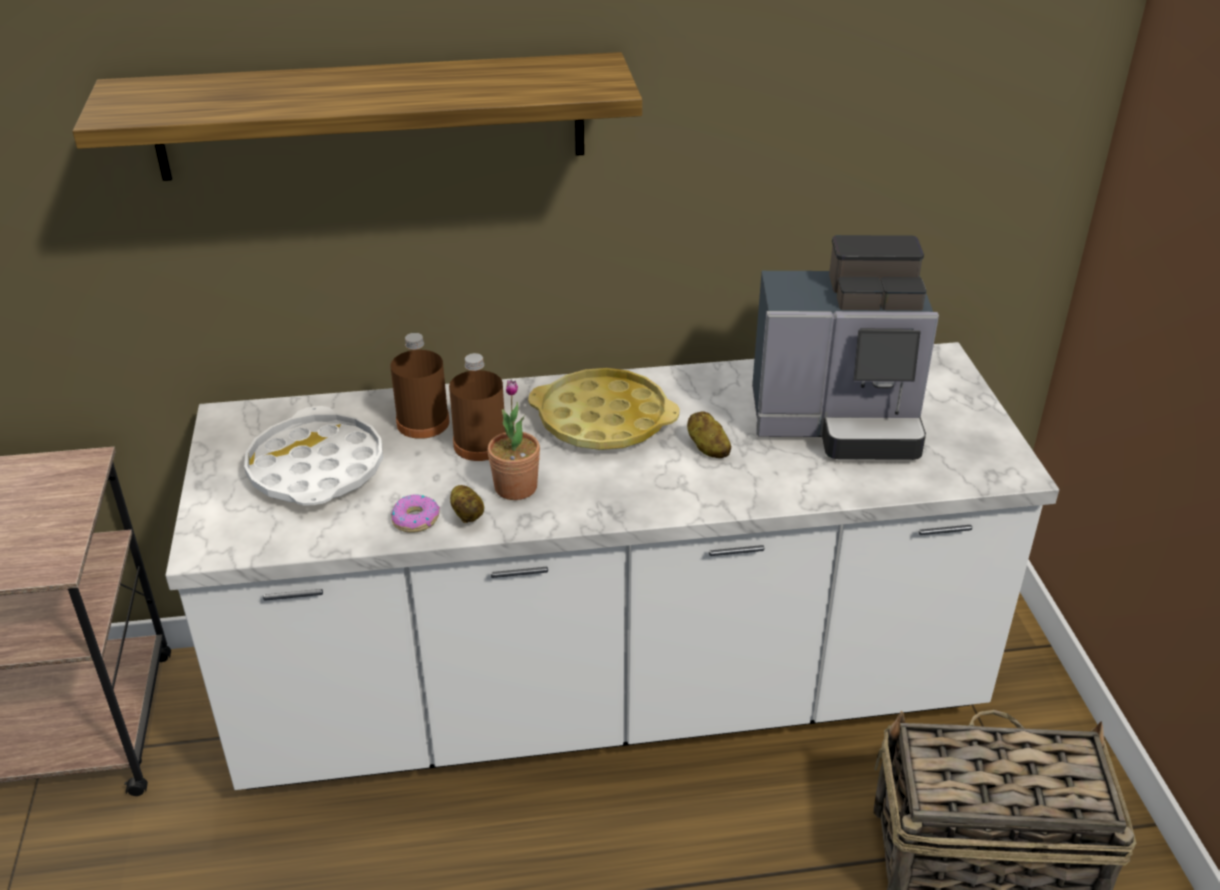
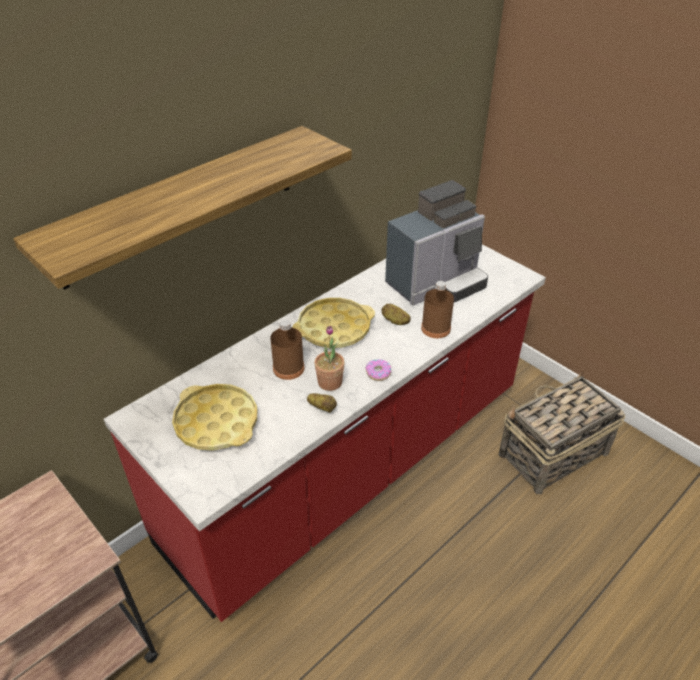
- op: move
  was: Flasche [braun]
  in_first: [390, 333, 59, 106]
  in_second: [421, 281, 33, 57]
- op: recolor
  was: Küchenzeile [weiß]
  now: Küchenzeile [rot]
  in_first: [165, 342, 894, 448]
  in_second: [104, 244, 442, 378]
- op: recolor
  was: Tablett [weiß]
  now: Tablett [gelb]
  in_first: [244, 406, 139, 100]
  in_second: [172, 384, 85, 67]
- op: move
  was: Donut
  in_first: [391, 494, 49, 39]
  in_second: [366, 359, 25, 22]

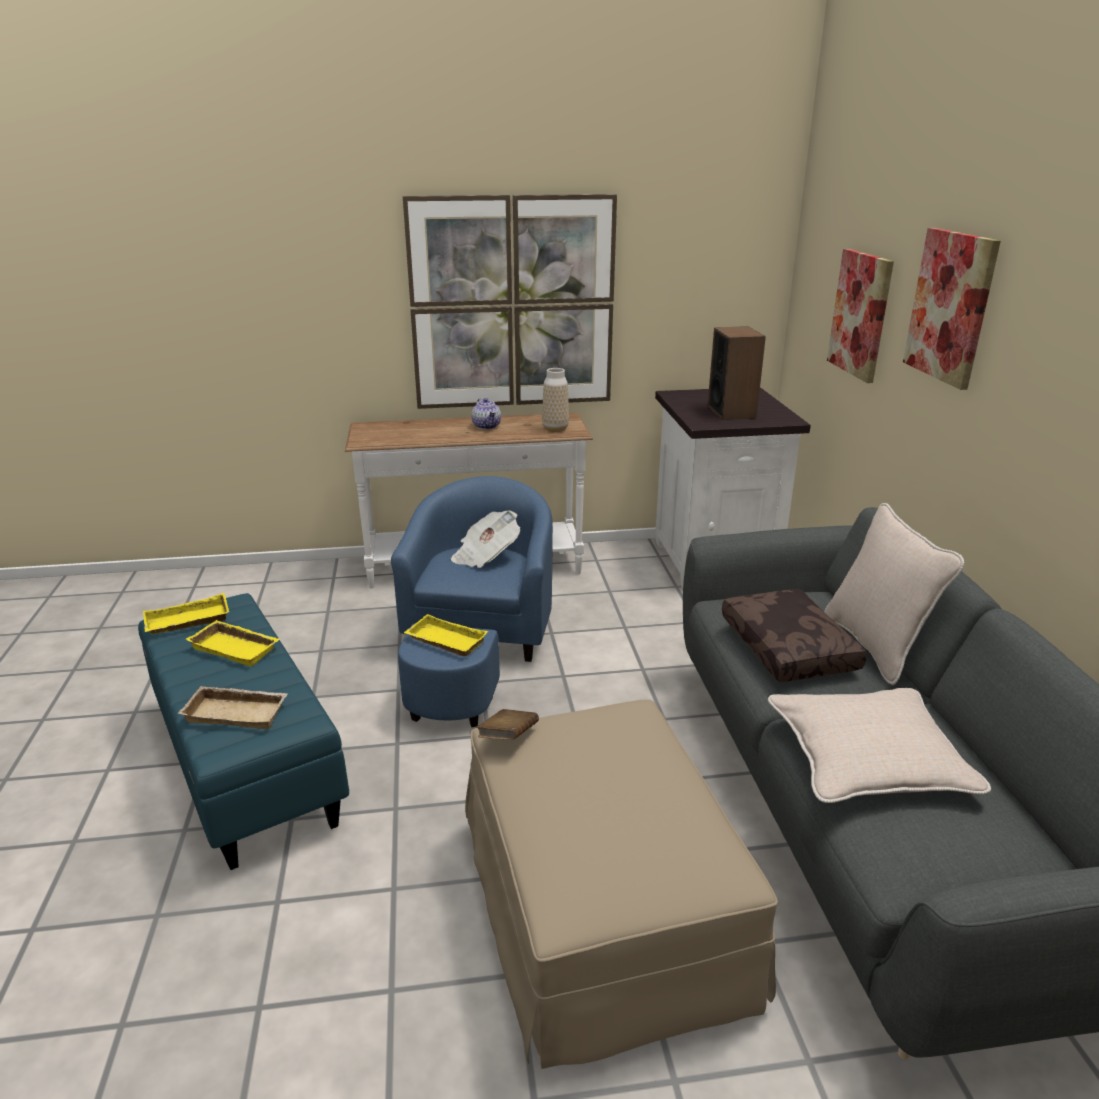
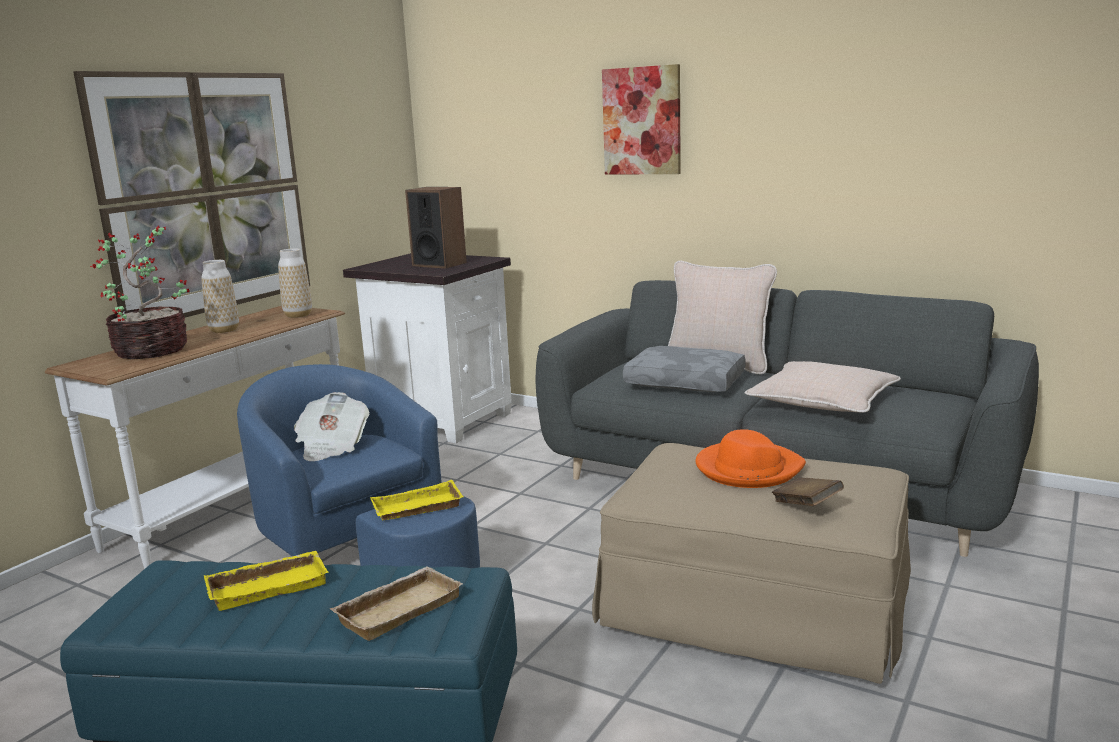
- op: delete
  was: Bild
  in_first: [827, 249, 67, 134]
- op: replace
  was: Teekanne
  now: Vase
  in_first: [471, 398, 30, 31]
  in_second: [201, 260, 38, 73]
- op: recolor
  was: Kissen [braun]
  now: Kissen [grau]
  in_first: [722, 589, 145, 93]
  in_second: [623, 346, 123, 46]
- op: delete
  was: Tablett [gelb]
  in_first: [143, 593, 86, 41]
- op: move
  was: Buch [braun]
  in_first: [477, 709, 62, 31]
  in_second: [772, 477, 72, 29]
- op: insert
  now: Topfpflanze
  in_second: [90, 226, 99, 133]
- op: insert
  now: Hut [orange]
  in_second: [696, 429, 110, 59]

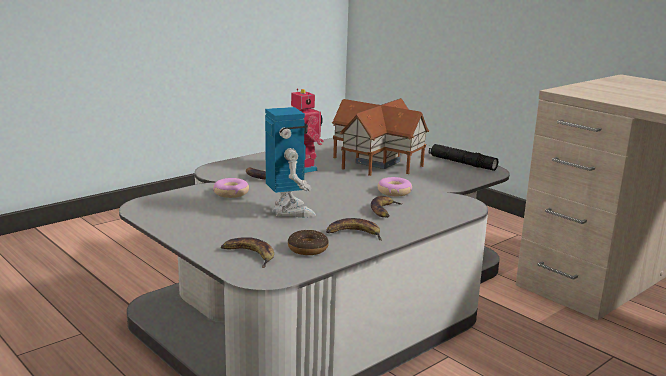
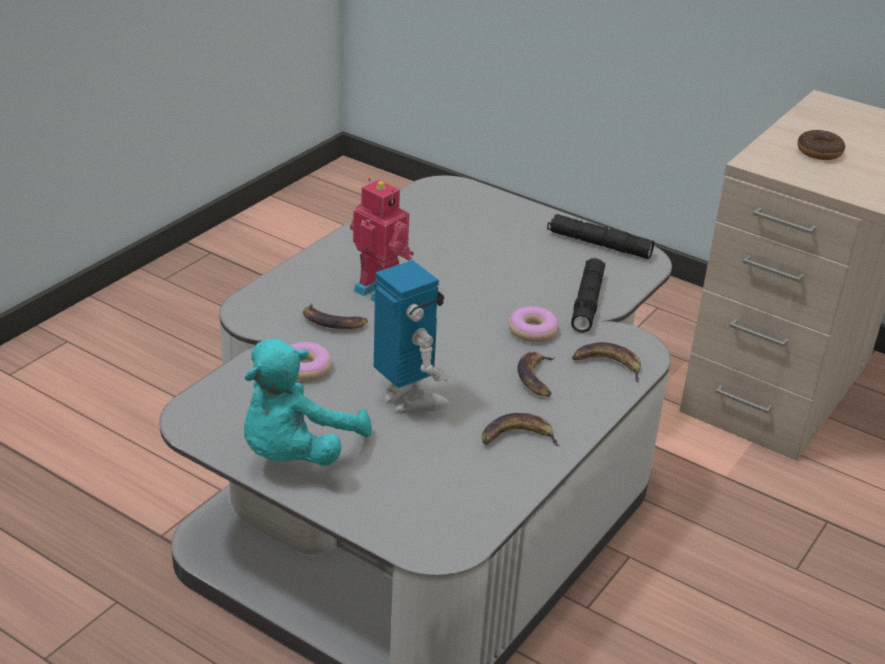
- op: delete
  was: Spielzeughaus
  in_first: [332, 98, 97, 78]
- op: move
  was: Donut
  in_first: [288, 230, 41, 25]
  in_second: [798, 130, 47, 30]
- op: move
  was: Banane
  in_first: [221, 237, 53, 31]
  in_second: [572, 342, 69, 40]
- op: insert
  now: Taschenlampe [schwarz]
  in_second: [571, 258, 34, 75]
- op: insert
  now: Plüschtier [türkis]
  in_second: [244, 339, 128, 127]

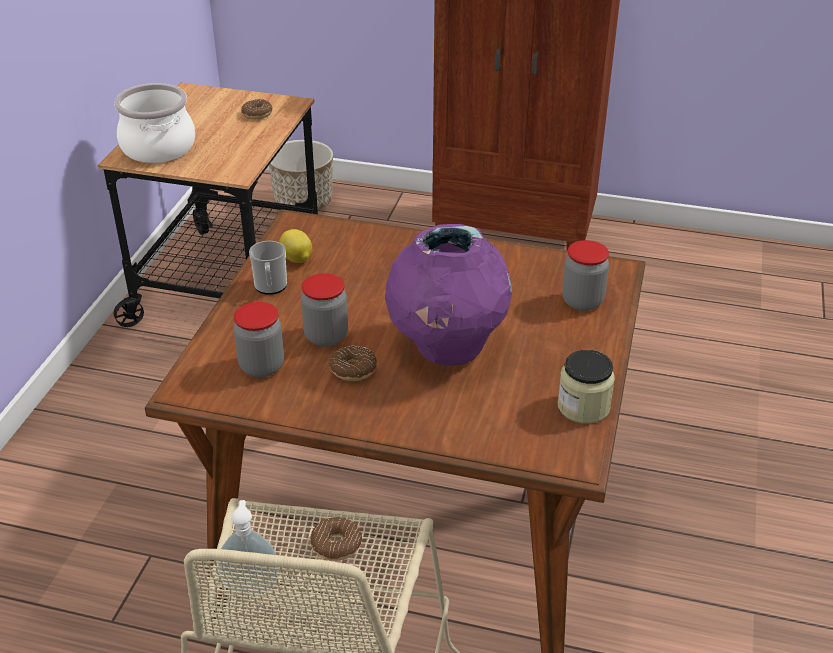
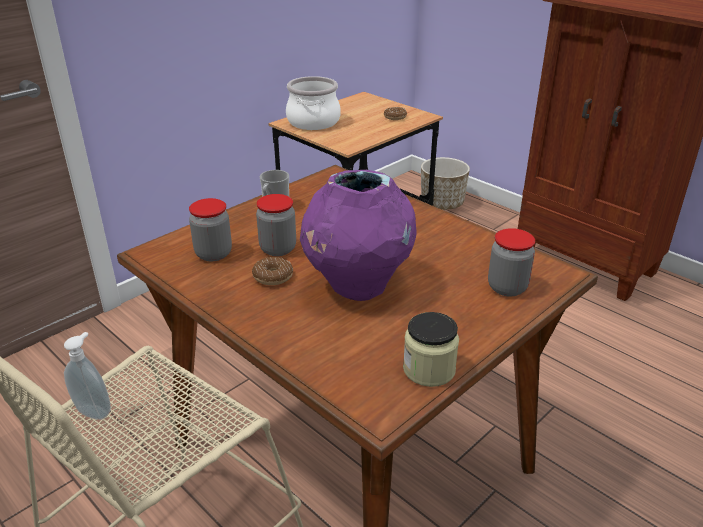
- op: delete
  was: Zitrone
  in_first: [279, 229, 33, 34]
- op: delete
  was: Donut
  in_first: [311, 517, 51, 44]

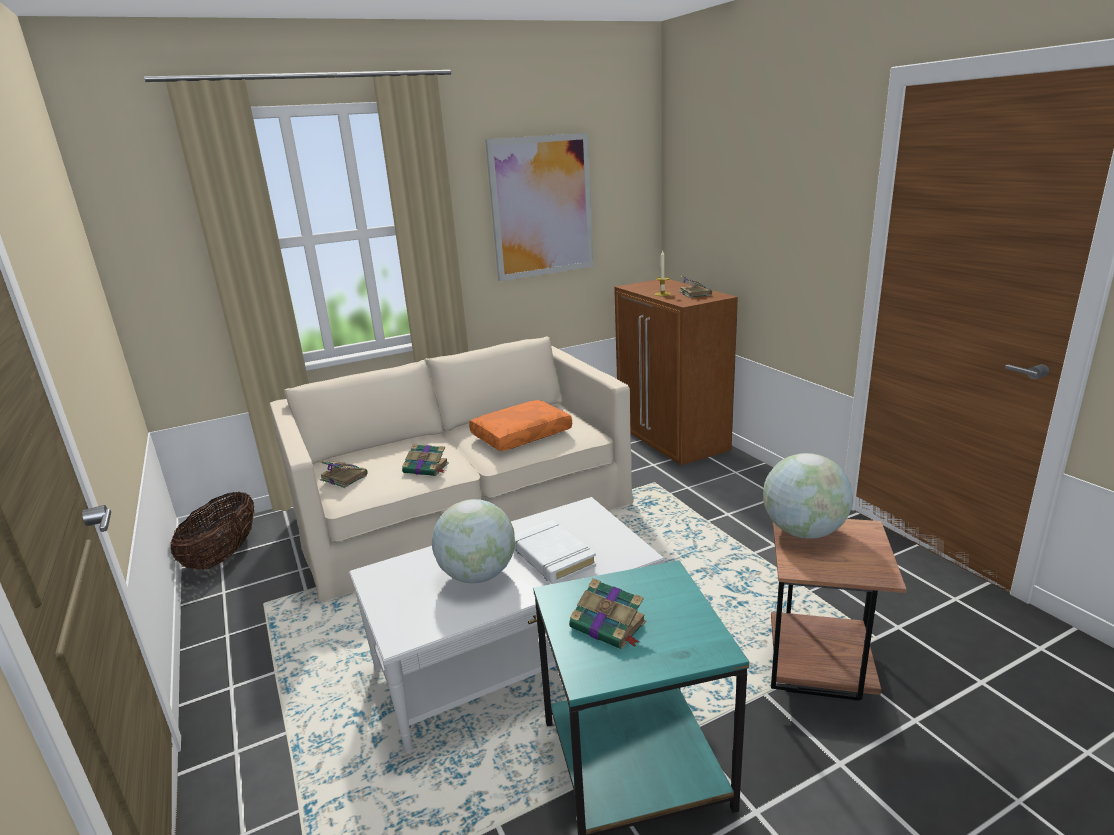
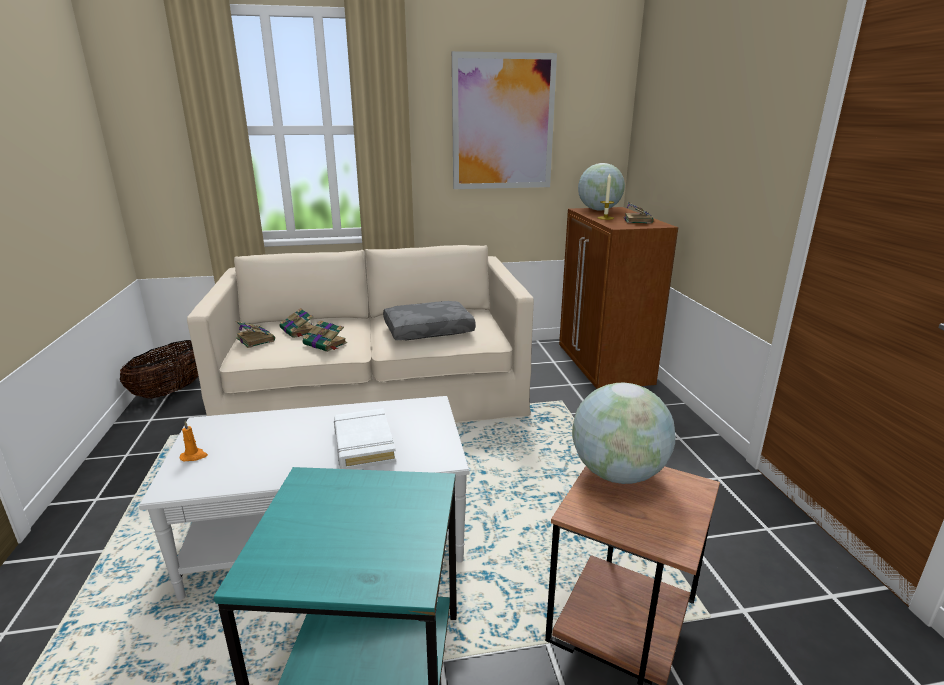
- op: recolor
  was: Kissen [orange]
  now: Kissen [grau]
  in_first: [469, 400, 103, 51]
  in_second: [383, 301, 93, 39]
- op: move
  was: Globus
  in_first: [432, 499, 83, 84]
  in_second: [578, 163, 47, 48]
- op: move
  was: Buch
  in_first: [569, 578, 77, 71]
  in_second: [280, 308, 34, 30]
- op: insert
  now: Kerze [orange]
  in_second: [180, 421, 28, 41]

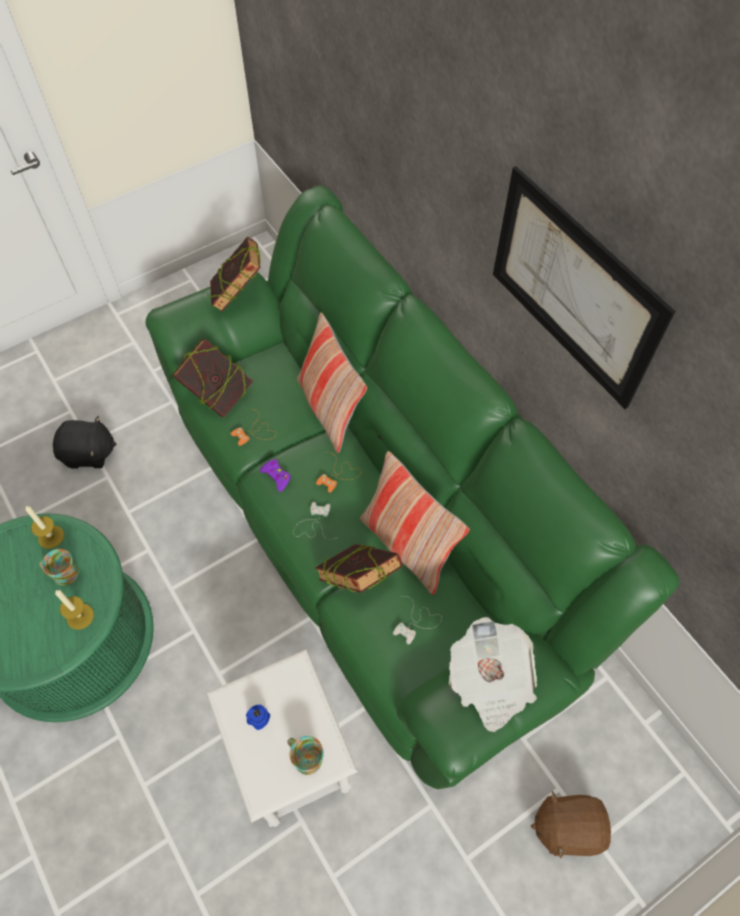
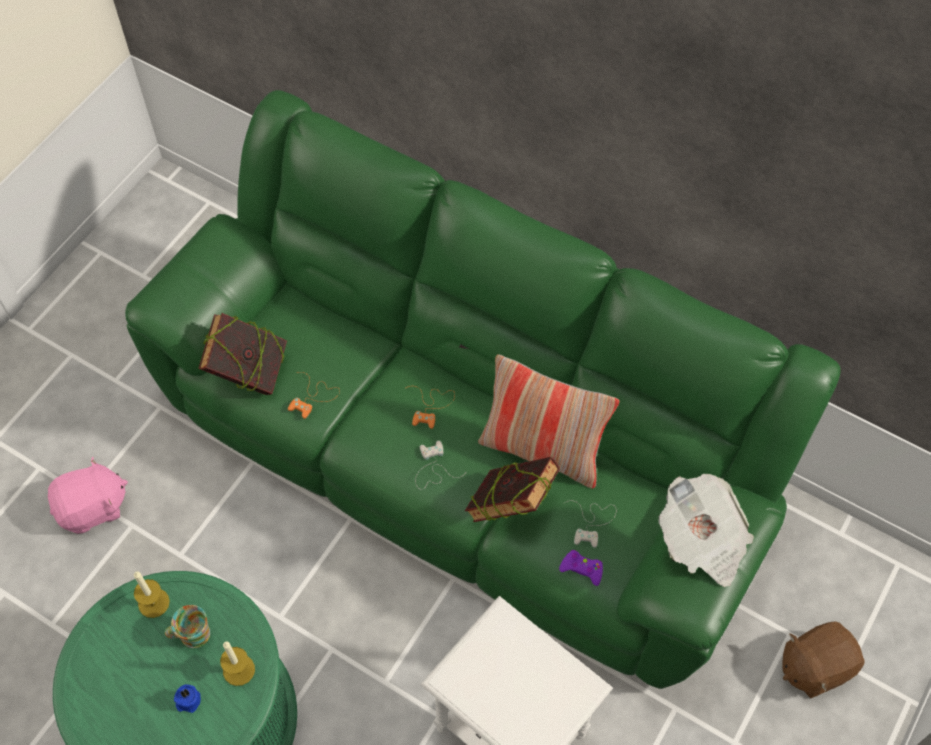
- op: delete
  was: Bild
  in_first: [493, 166, 182, 243]
- op: delete
  was: Buch
  in_first: [209, 237, 52, 75]
- op: delete
  was: Kissen
  in_first: [297, 313, 70, 140]
- op: recolor
  was: Plüschtier [schwarz]
  now: Plüschtier [rosa]
  in_first: [53, 416, 63, 53]
  in_second: [48, 456, 80, 78]
- op: move
  was: Gamepad [lila]
  in_first: [260, 459, 31, 33]
  in_second: [559, 550, 44, 36]
- op: move
  was: Kerze [blau]
  in_first: [246, 705, 24, 25]
  in_second: [174, 684, 27, 29]
- op: delete
  was: Henkelbecher
  in_first: [287, 736, 37, 39]

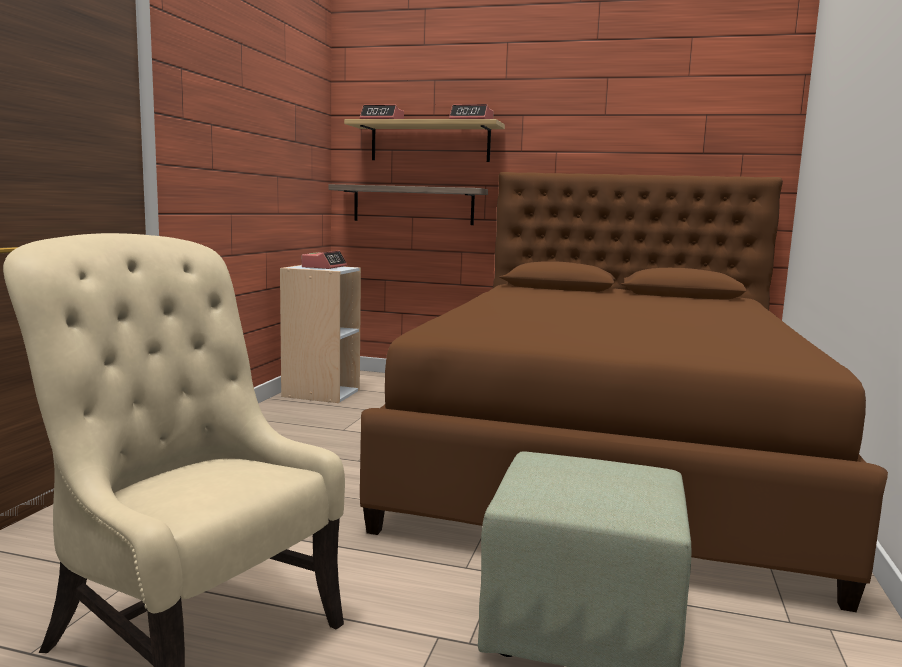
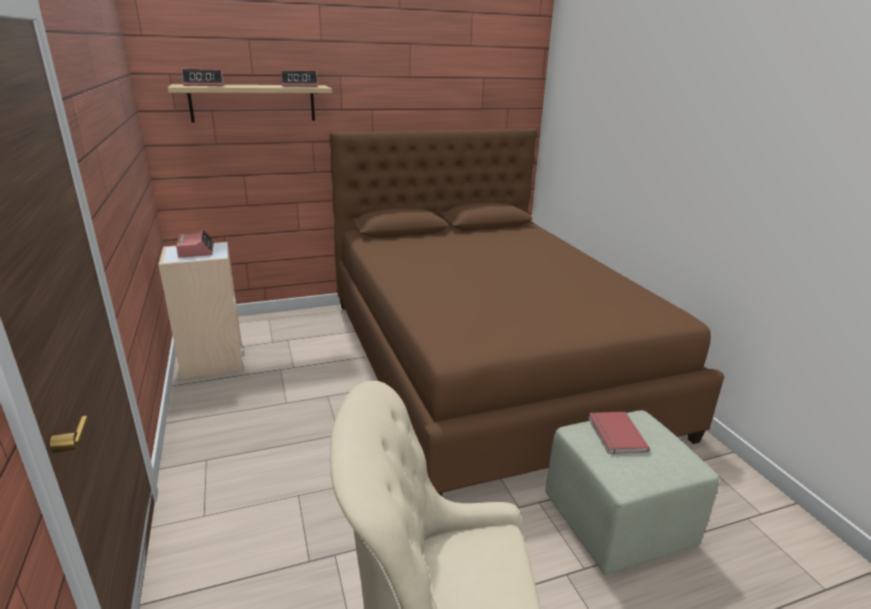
- op: delete
  was: Wandregal
  in_first: [329, 184, 159, 41]
- op: insert
  now: Buch [rot]
  in_second: [588, 412, 62, 42]

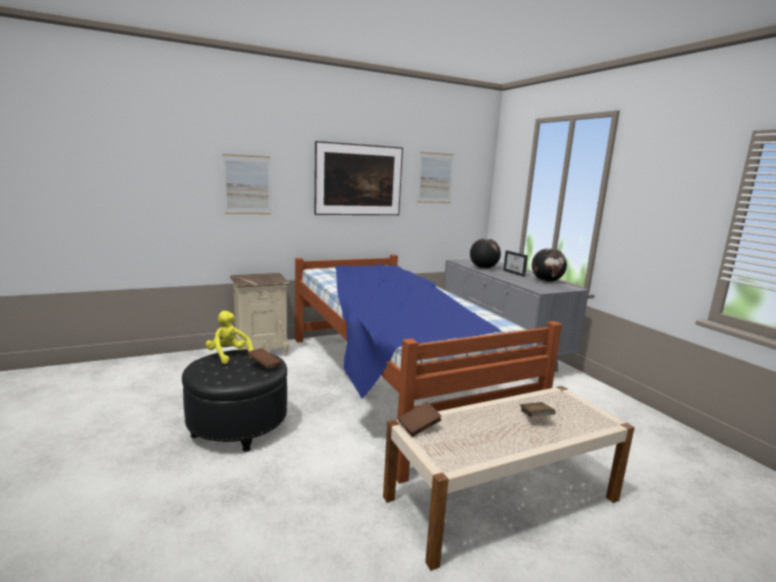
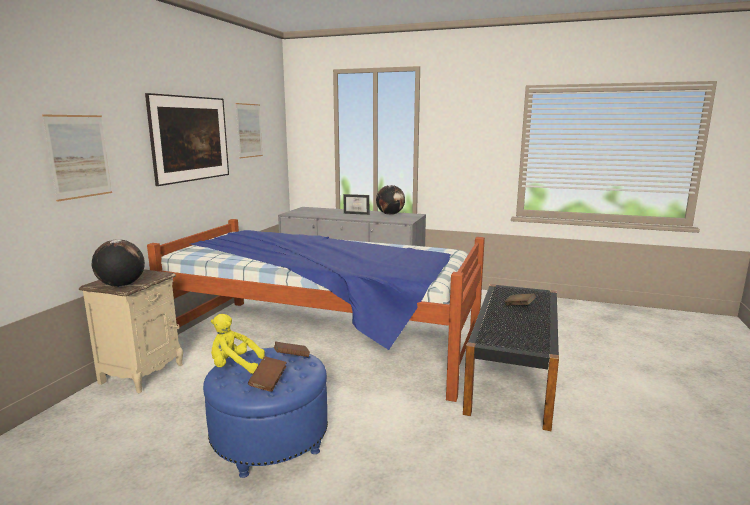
- op: move
  was: Globus
  in_first: [470, 238, 31, 31]
  in_second: [91, 239, 54, 48]
- op: recolor
  was: Polsterhocker [schwarz]
  now: Polsterhocker [blau]
  in_first: [182, 350, 105, 102]
  in_second: [203, 348, 125, 130]
- op: recolor
  was: Bank [beige]
  now: Bank [schwarz]
  in_first: [383, 386, 252, 184]
  in_second: [463, 284, 96, 147]
- op: move
  was: Buch [braun]
  in_first: [398, 402, 43, 35]
  in_second: [248, 356, 39, 36]

